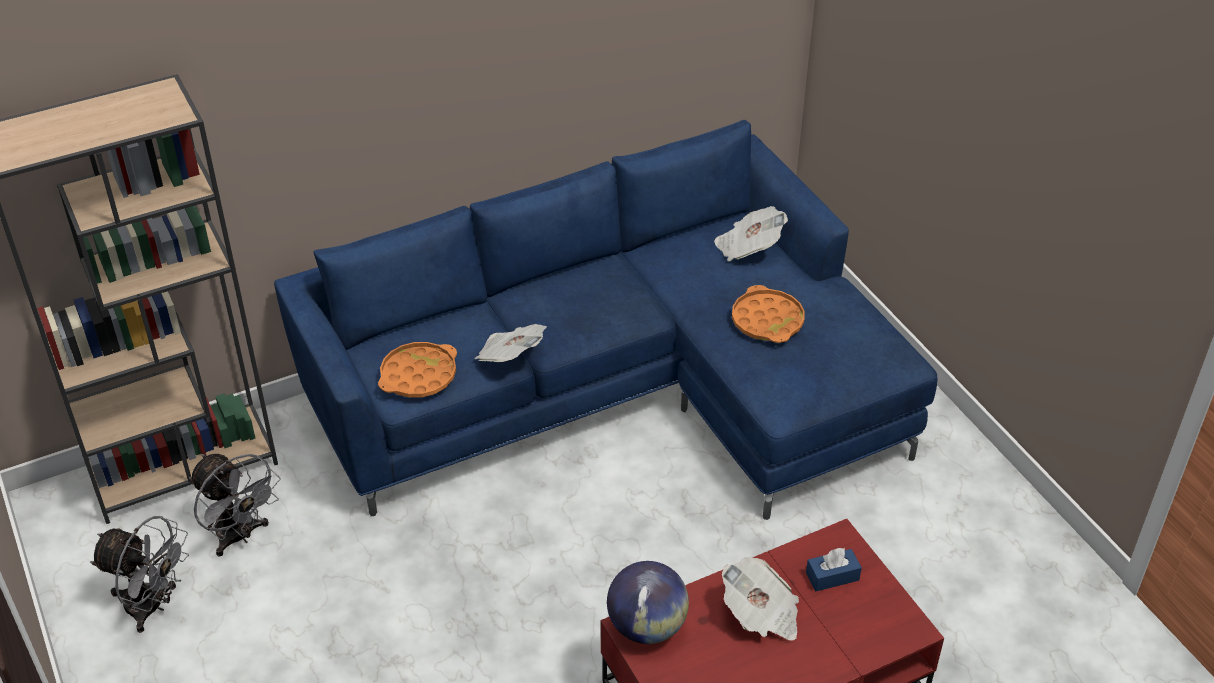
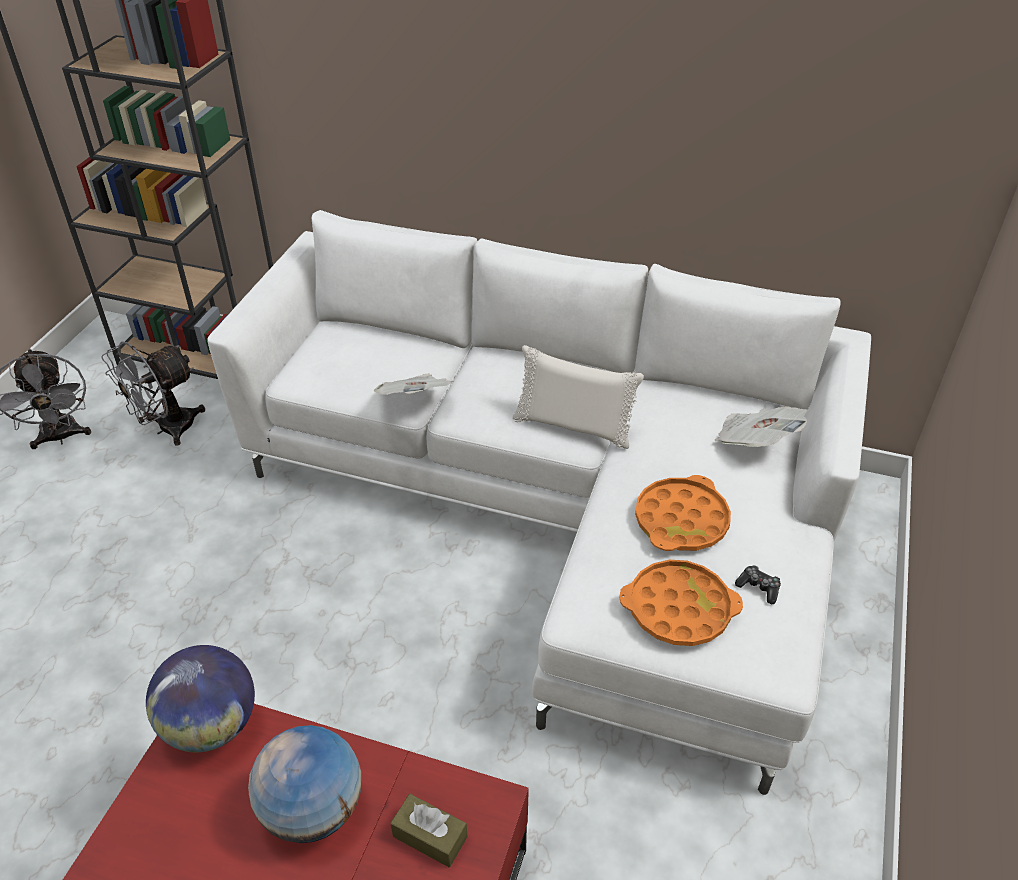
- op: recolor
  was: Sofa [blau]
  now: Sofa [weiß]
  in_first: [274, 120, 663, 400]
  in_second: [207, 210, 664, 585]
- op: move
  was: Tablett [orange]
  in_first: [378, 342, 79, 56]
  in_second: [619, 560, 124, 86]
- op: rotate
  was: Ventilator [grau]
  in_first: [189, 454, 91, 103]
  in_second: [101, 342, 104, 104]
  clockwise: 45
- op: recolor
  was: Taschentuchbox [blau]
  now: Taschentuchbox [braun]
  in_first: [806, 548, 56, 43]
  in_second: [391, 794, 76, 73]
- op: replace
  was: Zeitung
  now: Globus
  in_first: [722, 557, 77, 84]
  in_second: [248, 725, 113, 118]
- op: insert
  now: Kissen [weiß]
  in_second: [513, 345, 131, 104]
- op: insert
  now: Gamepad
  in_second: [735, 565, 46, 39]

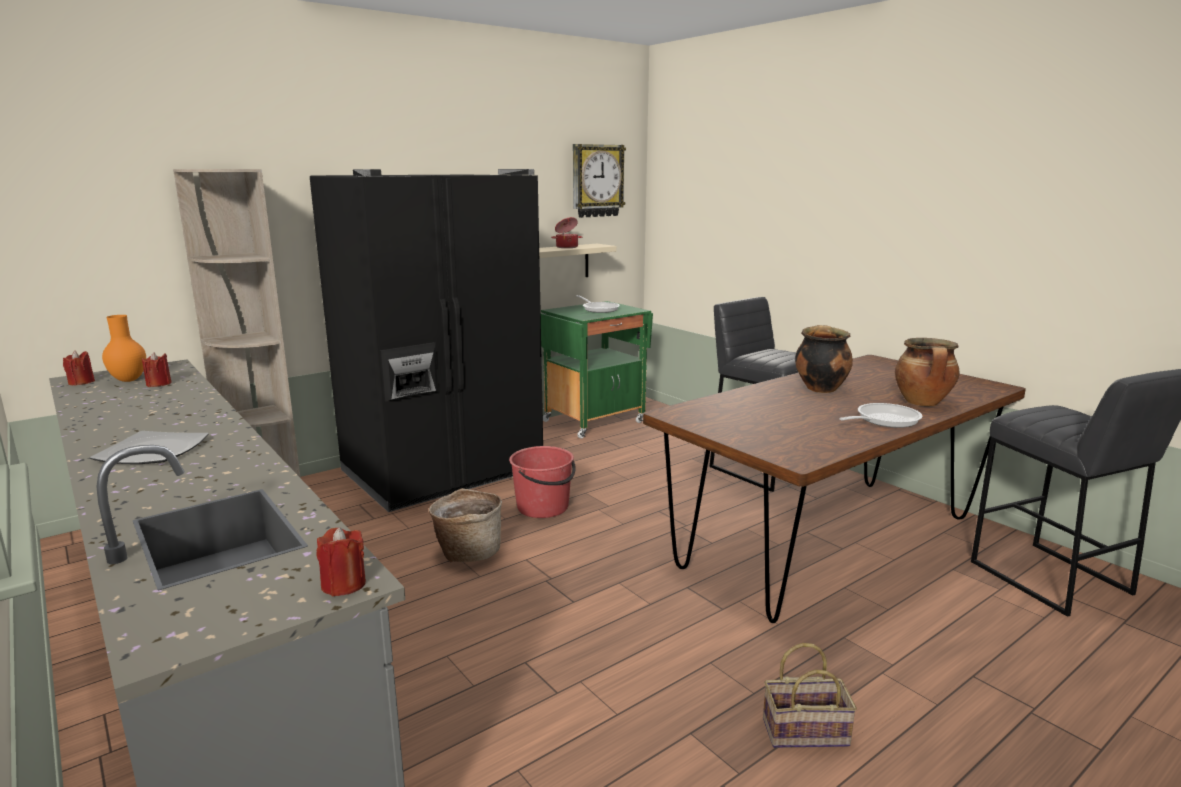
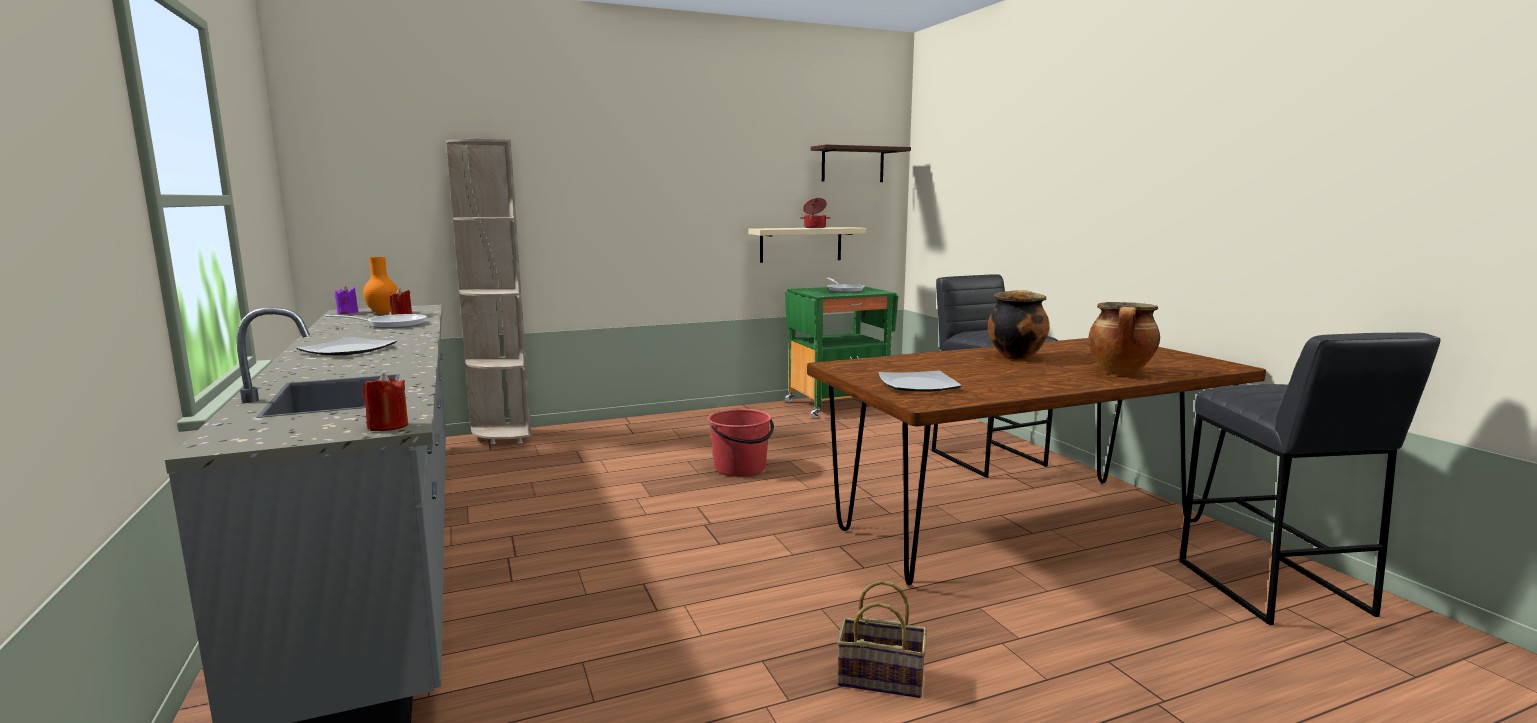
- op: replace
  was: Wanduhr
  now: Wandregal
  in_first: [573, 144, 53, 74]
  in_second: [811, 144, 100, 38]
- op: delete
  was: Kühlschrank [schwarz]
  in_first: [310, 169, 233, 343]
- op: recolor
  was: Kerze [rot]
  now: Kerze [lila]
  in_first: [63, 351, 32, 35]
  in_second: [335, 285, 23, 29]
- op: move
  was: Pfanne
  in_first: [839, 403, 83, 25]
  in_second: [325, 314, 102, 15]
- op: delete
  was: Korb
  in_first: [429, 488, 73, 74]
- op: insert
  now: Teller
  in_second: [878, 371, 84, 21]

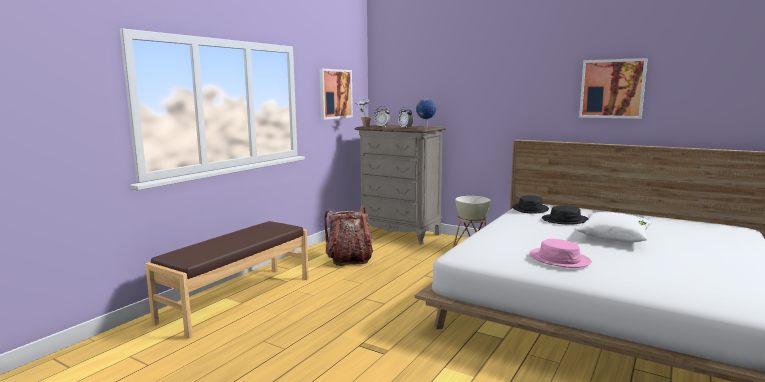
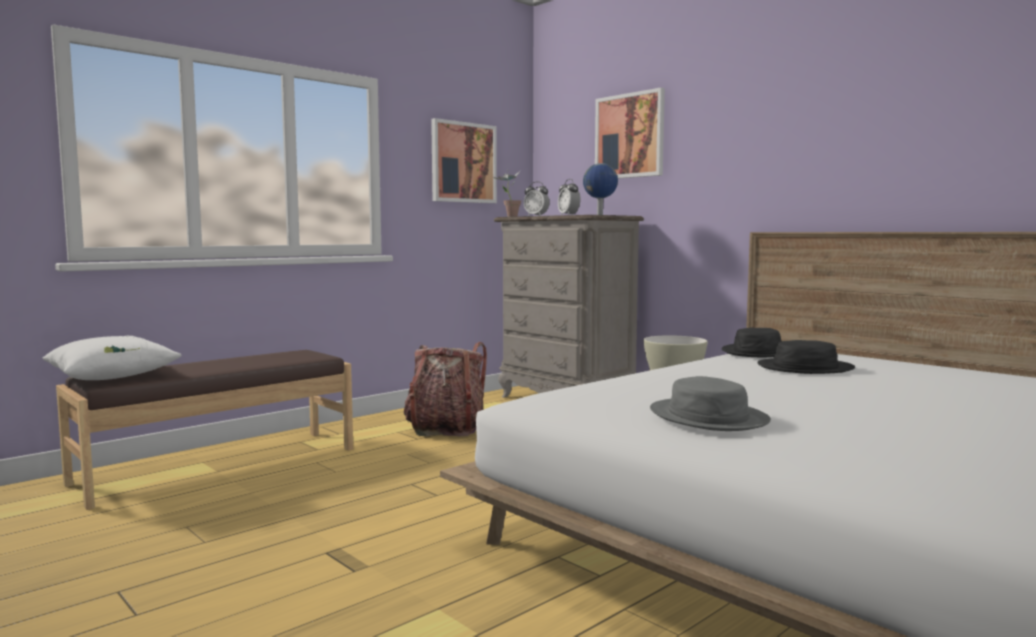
- op: move
  was: Bild
  in_first: [579, 58, 69, 61]
  in_second: [595, 88, 70, 90]
- op: move
  was: Kissen [weiß]
  in_first: [577, 212, 75, 30]
  in_second: [43, 336, 139, 44]
- op: recolor
  was: Hut [rosa]
  now: Hut [grau]
  in_first: [529, 239, 63, 29]
  in_second: [650, 376, 121, 55]

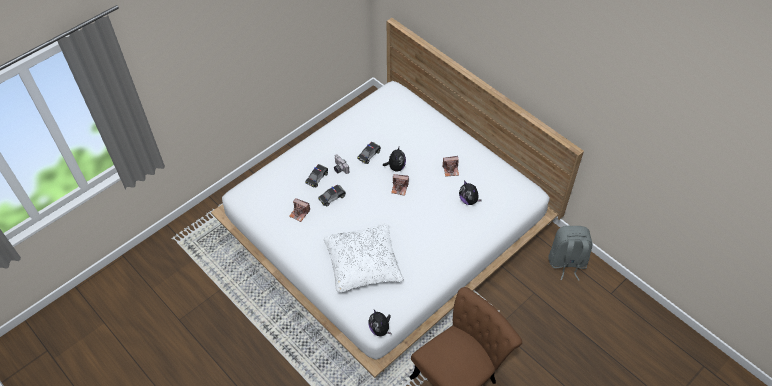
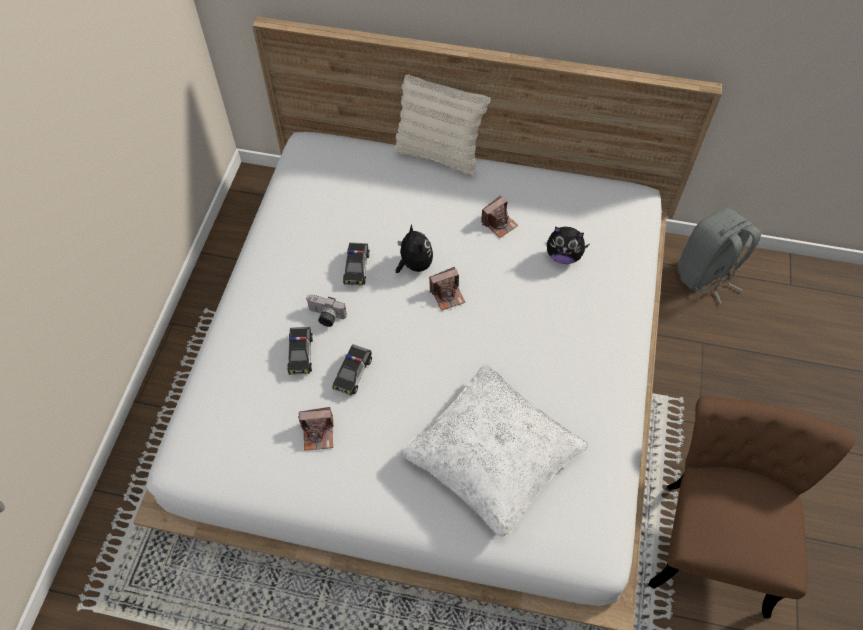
- op: delete
  was: Plüschtier
  in_first: [368, 310, 24, 26]
- op: insert
  now: Kissen [beige]
  in_second: [395, 74, 96, 101]

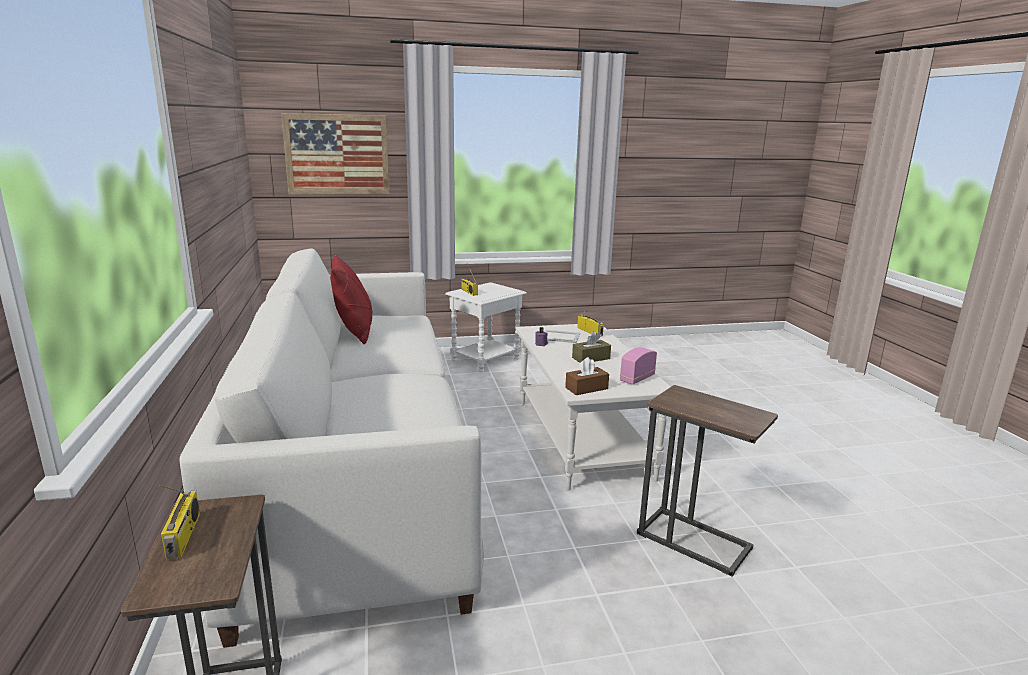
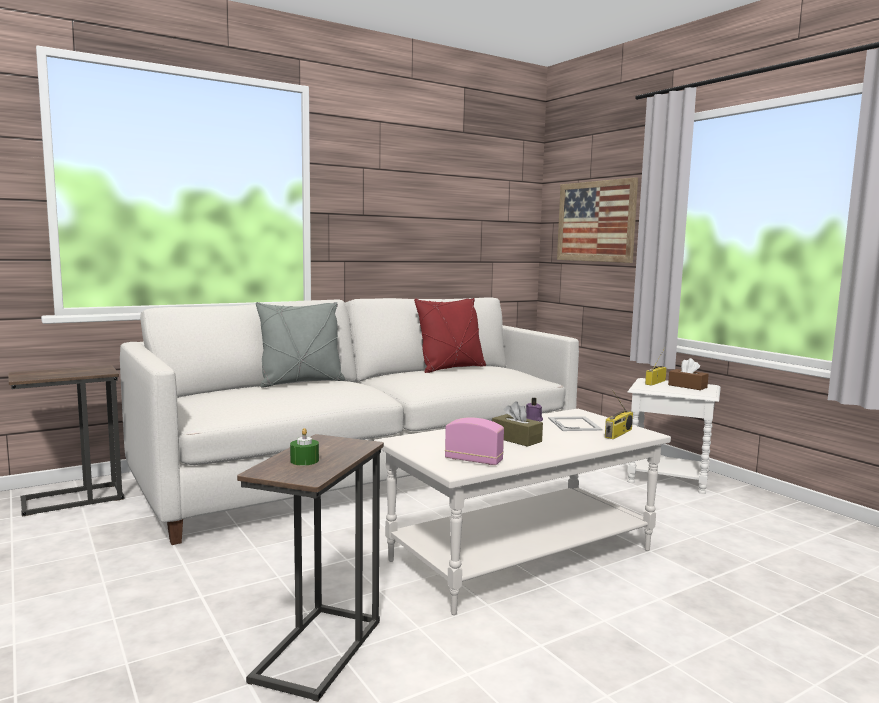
- op: move
  was: Taschentuchbox [braun]
  in_first: [565, 357, 44, 38]
  in_second: [668, 358, 41, 32]
- op: delete
  was: Radio
  in_first: [159, 485, 41, 74]
- op: insert
  now: Kissen [grau]
  in_second: [256, 302, 89, 86]
- op: insert
  now: Kerze [grün]
  in_second: [290, 428, 29, 37]

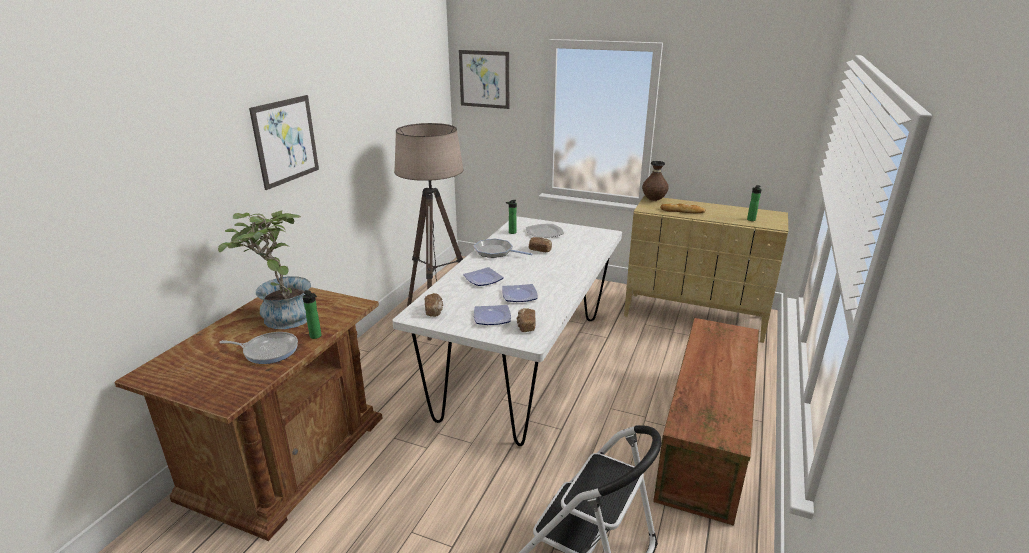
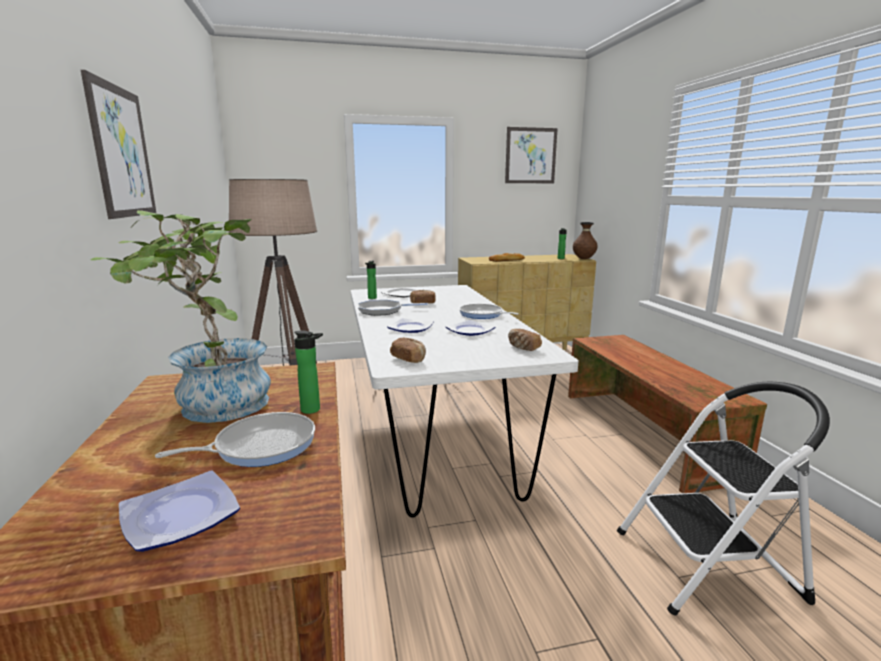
- op: move
  was: Bild
  in_first: [459, 50, 50, 59]
  in_second: [505, 127, 53, 56]
- op: move
  was: Vase [braun]
  in_first: [642, 161, 27, 40]
  in_second: [573, 222, 25, 37]
- op: move
  was: Teller
  in_first: [474, 305, 37, 20]
  in_second: [119, 471, 121, 81]
- op: insert
  now: Pfanne
  in_second: [459, 304, 60, 15]

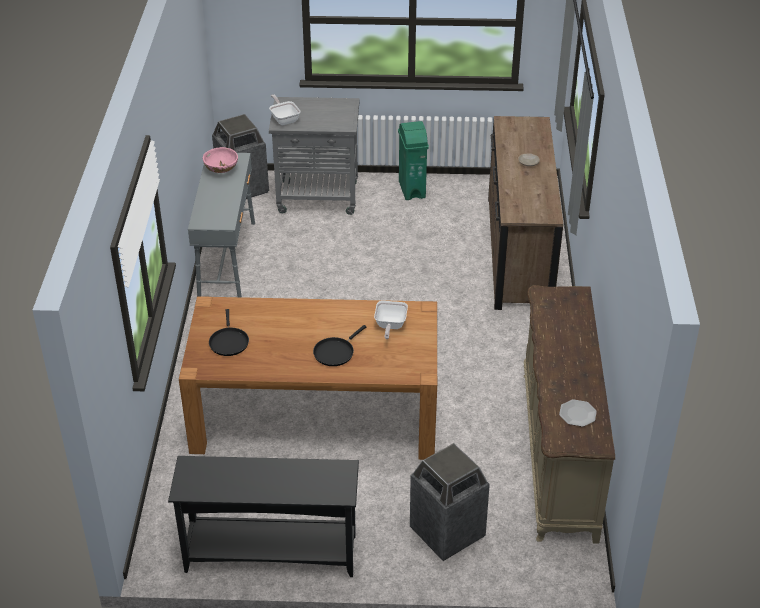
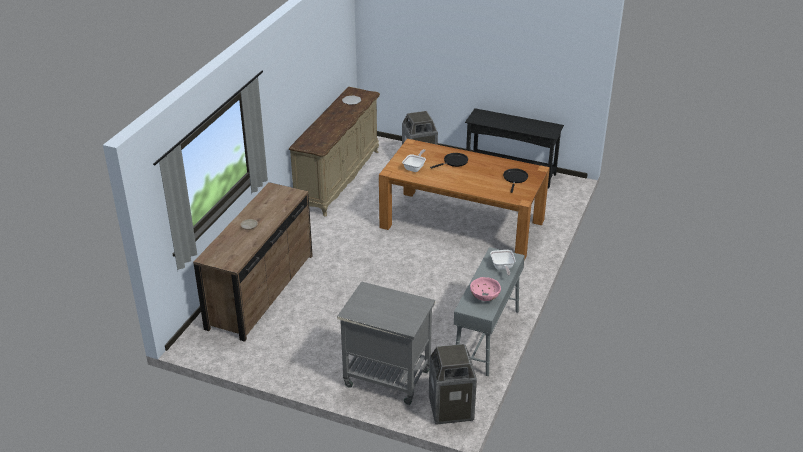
- op: move
  was: Pfanne
  in_first: [269, 94, 32, 31]
  in_second: [490, 250, 26, 26]
- op: delete
  was: Mülleimer [grün]
  in_first: [398, 121, 31, 79]

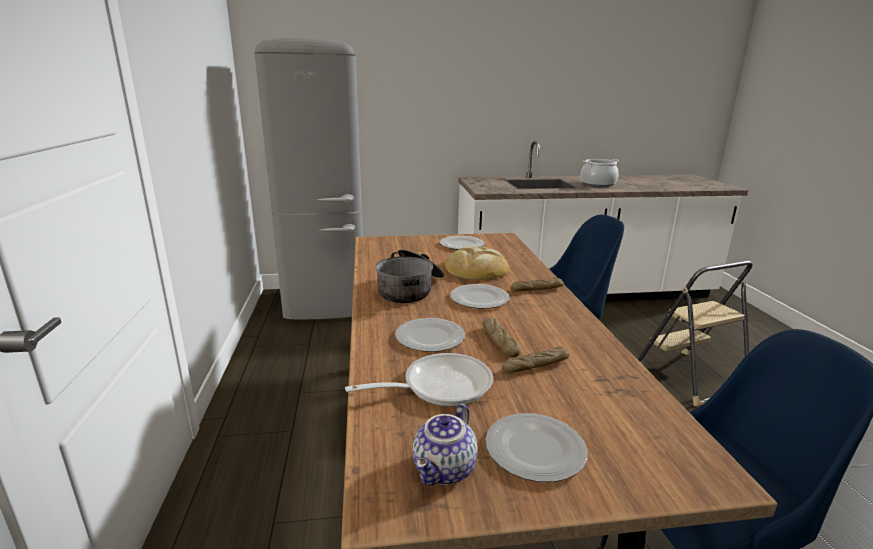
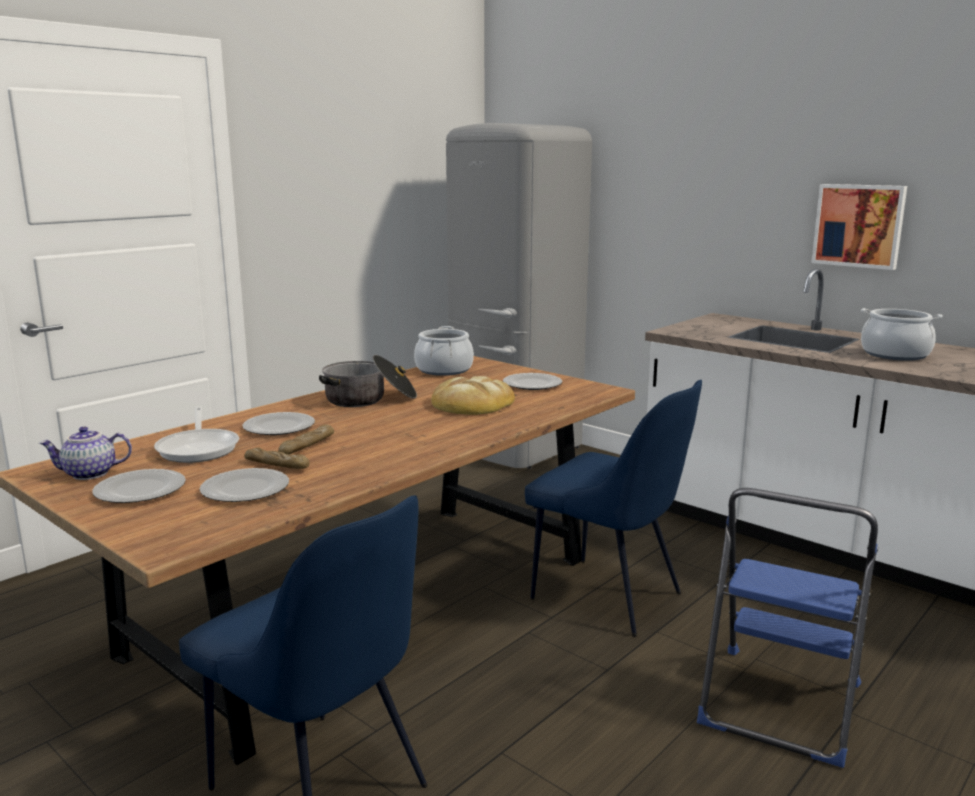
- op: recolor
  was: Trittleiter [beige]
  now: Trittleiter [blau]
  in_first: [637, 261, 116, 145]
  in_second: [697, 488, 181, 280]
- op: delete
  was: Brot
  in_first: [510, 278, 54, 13]
- op: move
  was: Teller
  in_first: [450, 284, 60, 25]
  in_second: [199, 468, 90, 34]
- op: rotate
  was: Pfanne
  in_first: [345, 353, 148, 54]
  in_second: [154, 406, 85, 57]
  clockwise: 45
- op: insert
  now: Bild
  in_second: [811, 184, 96, 86]
- op: insert
  now: Kochtopf
  in_second: [414, 326, 60, 50]

